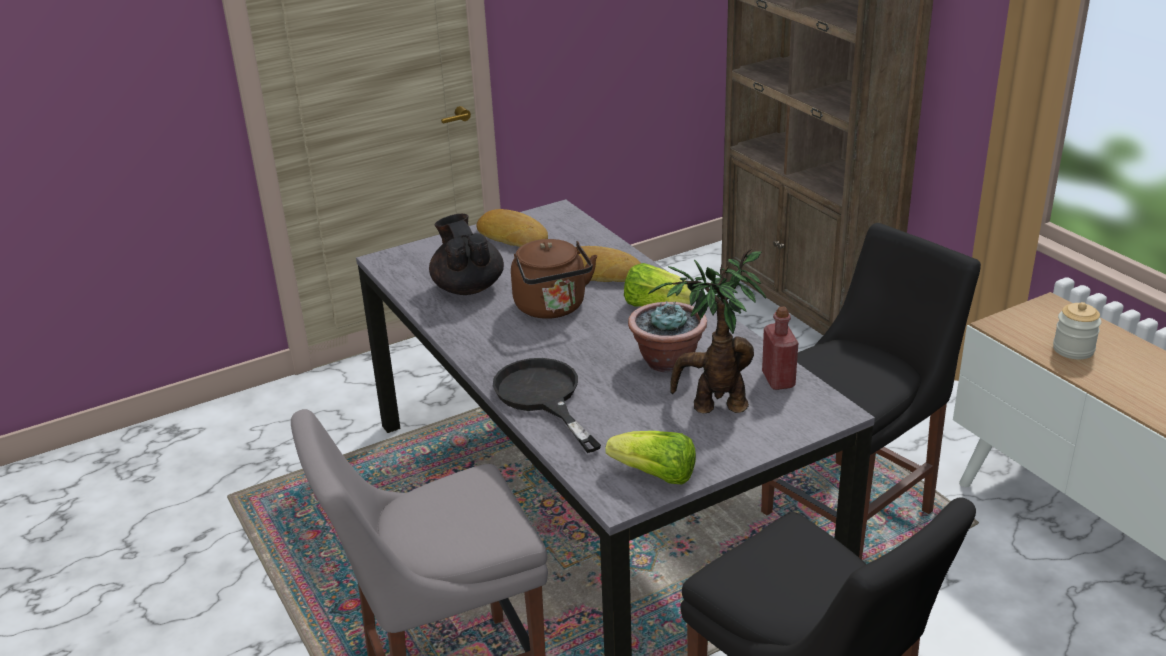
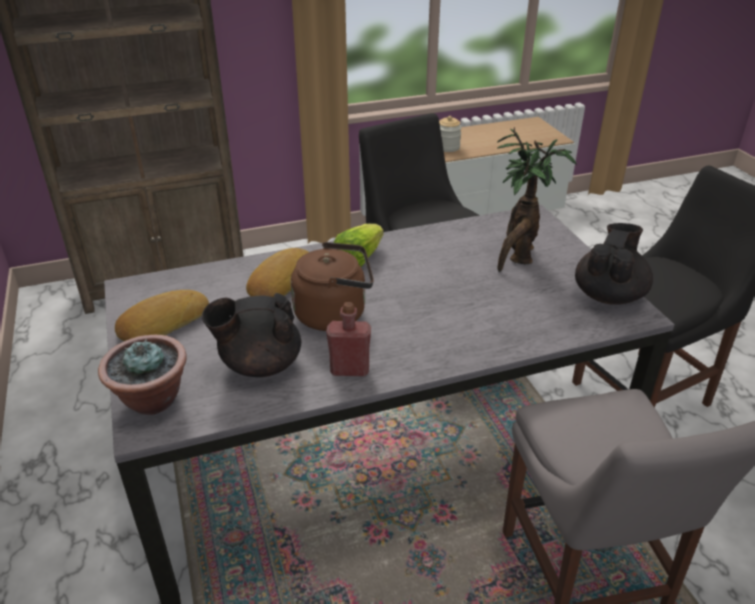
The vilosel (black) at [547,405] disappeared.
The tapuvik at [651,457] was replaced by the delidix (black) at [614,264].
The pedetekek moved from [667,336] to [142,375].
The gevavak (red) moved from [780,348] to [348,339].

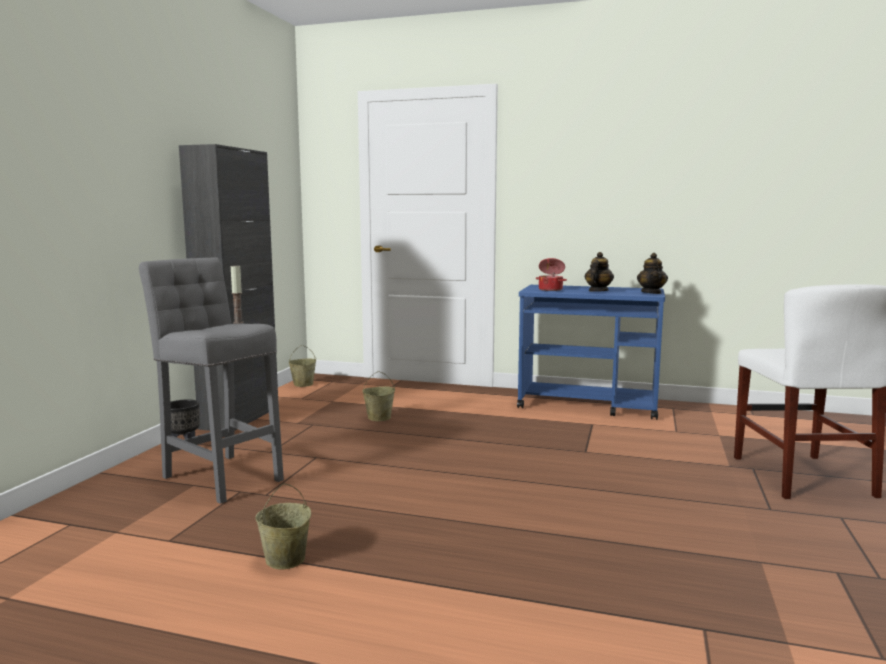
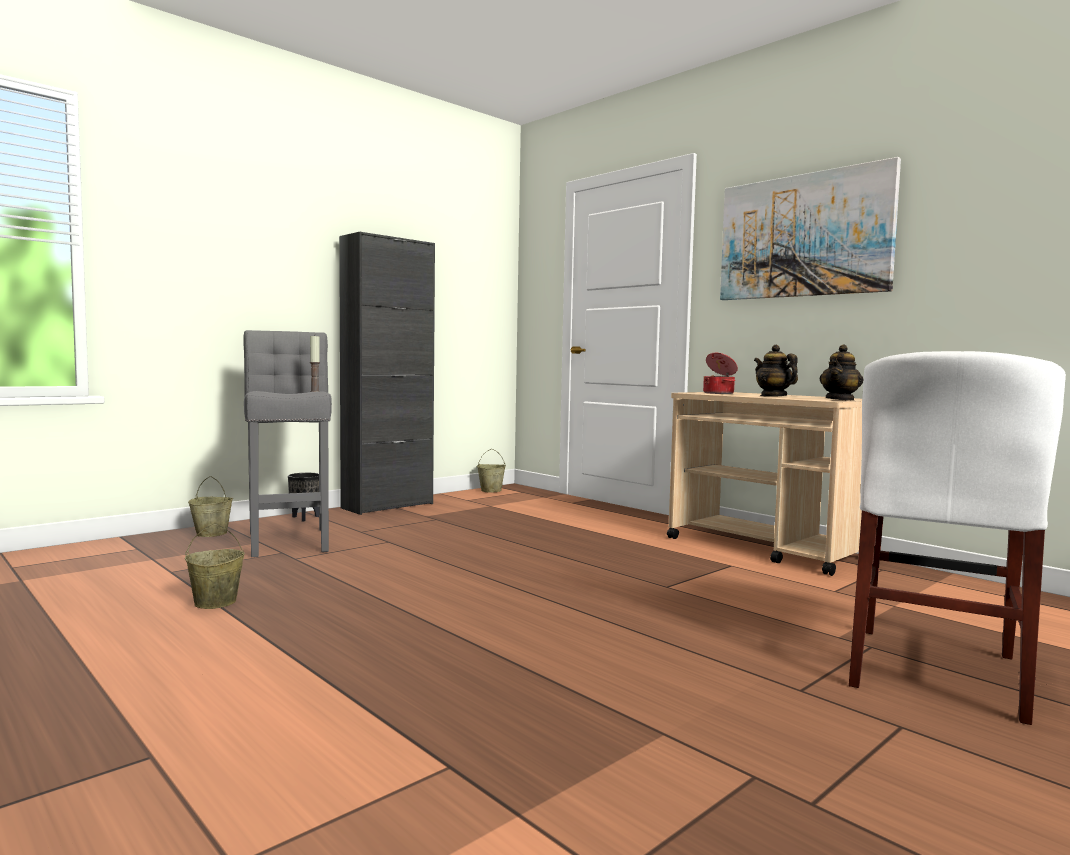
The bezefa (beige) moved from [379,396] to [210,506].
The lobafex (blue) at [591,352] became the lobafex (beige) at [764,484].
The delidix at [599,272] turned 90 degrees counterclockwise.
The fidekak at [810,228] appeared.

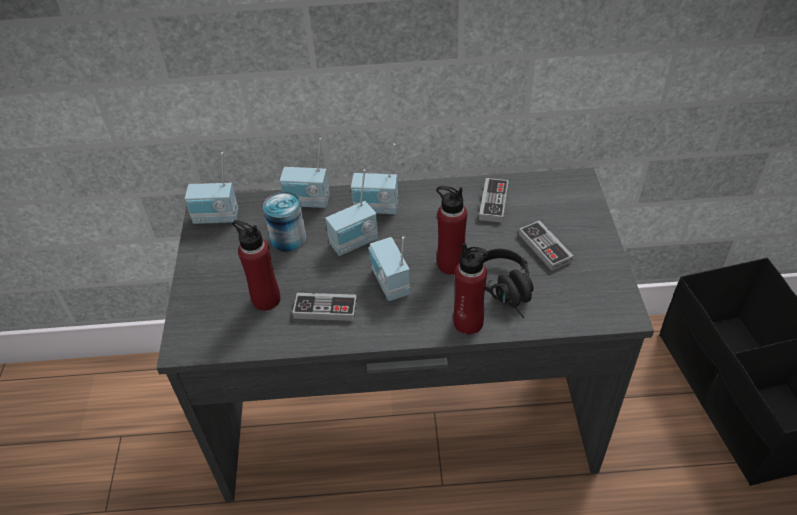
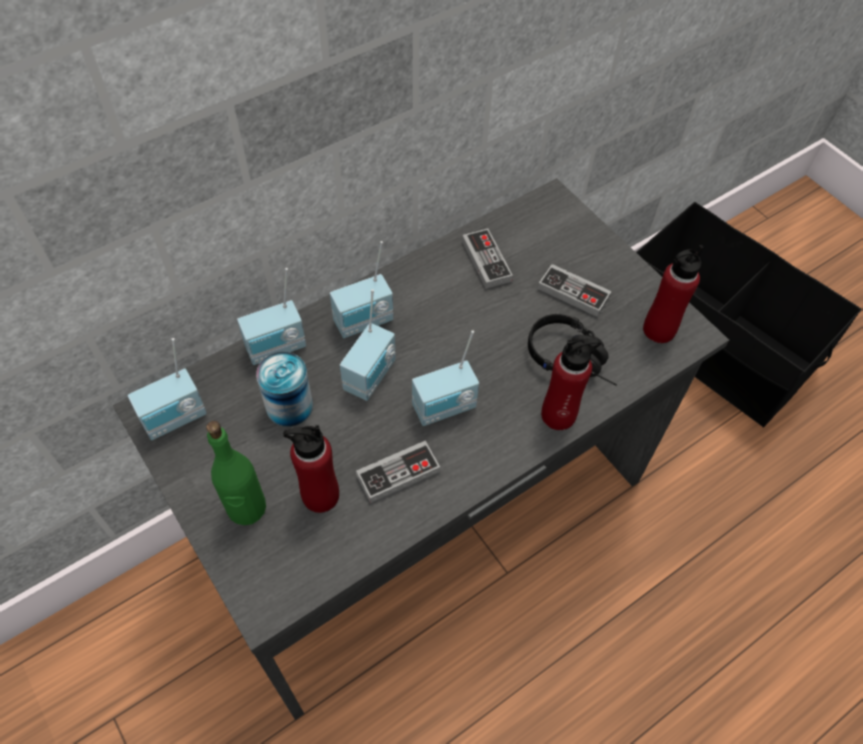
The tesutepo at [389,268] turned 60 degrees counterclockwise.
The gevavak (red) moved from [451,230] to [673,294].
The gevavak (green) at [236,473] appeared.

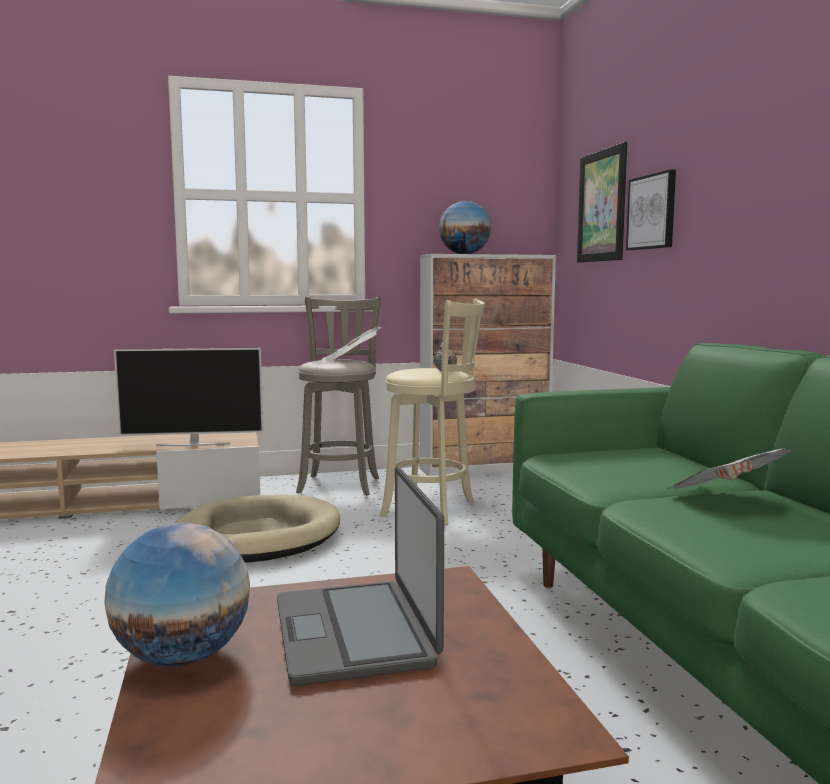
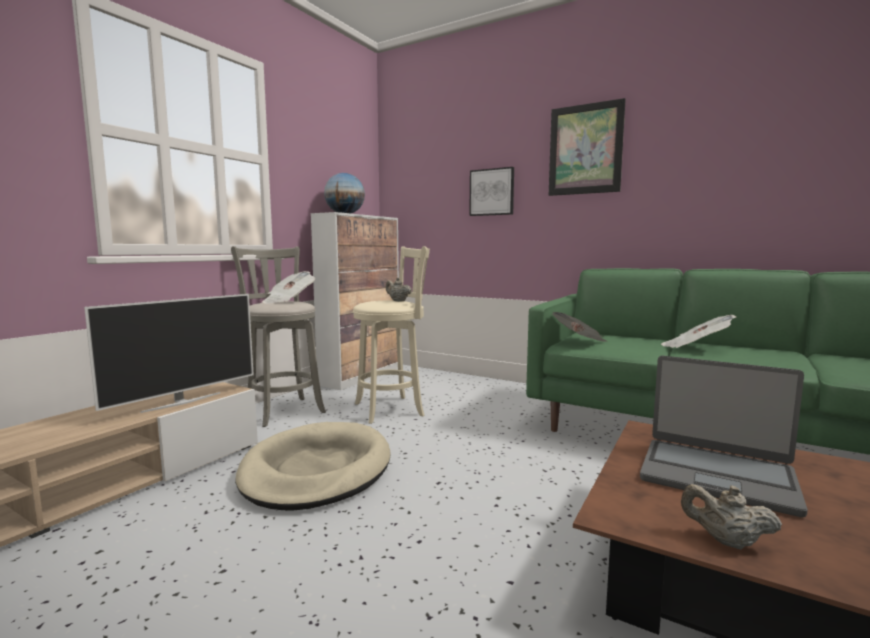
The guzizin at [177,595] was replaced by the delidix (beige) at [731,516].
The fidekak moved from [602,202] to [587,147].
The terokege at [579,327] appeared.

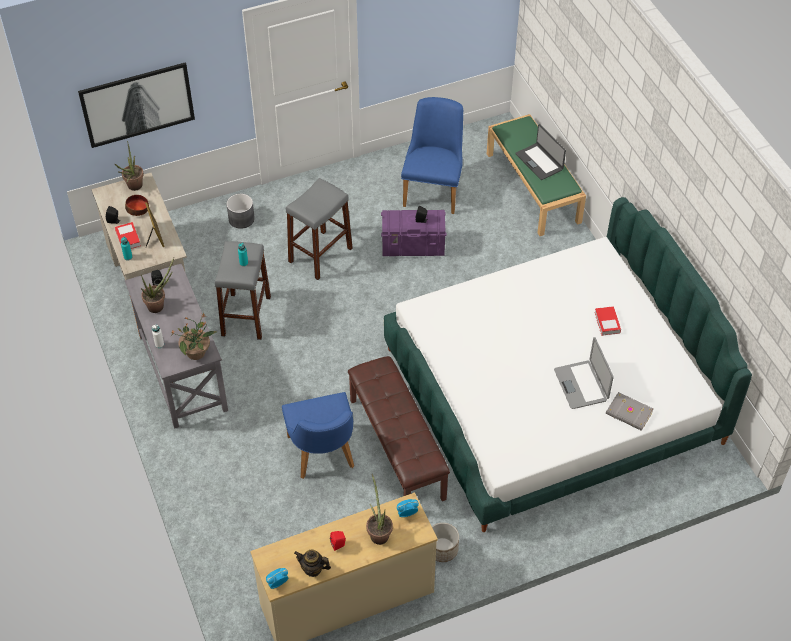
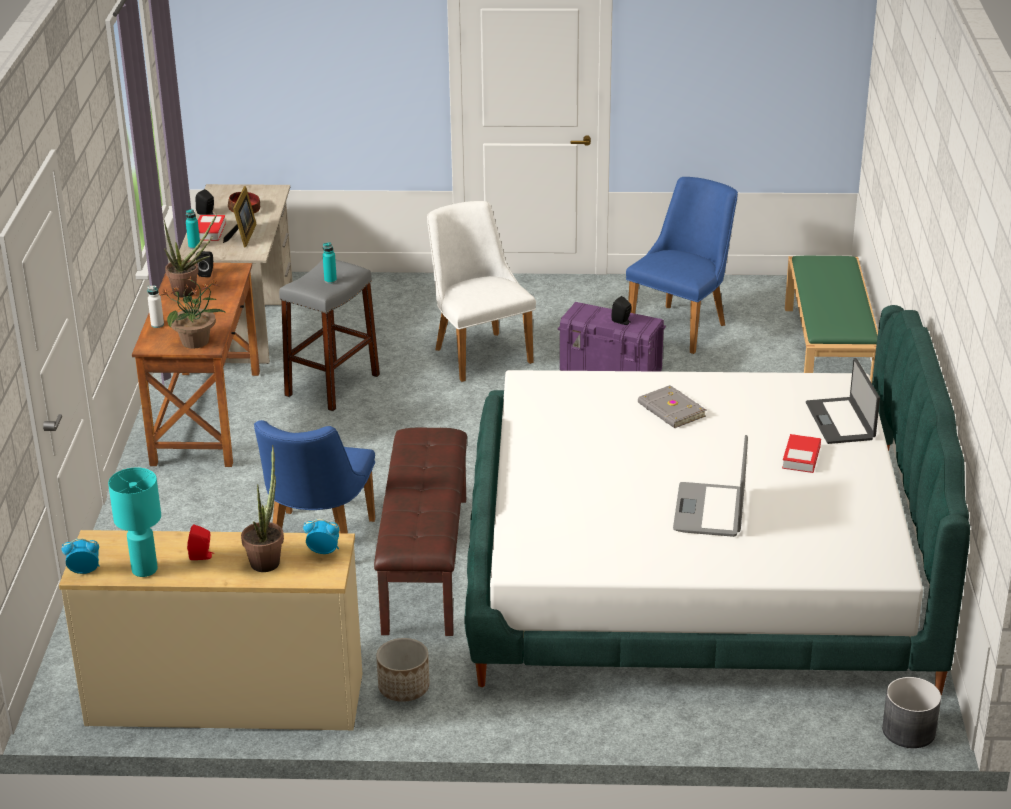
The fidekak at [136,105] disappeared.
The pedetekek at [129,166] disappeared.
The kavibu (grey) at [176,346] became the kavibu (brown) at [196,365].
The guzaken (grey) moved from [240,211] to [911,712].
The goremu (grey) at [319,229] was replaced by the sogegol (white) at [481,291].
The delidix at [312,563] was replaced by the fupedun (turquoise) at [134,522].
The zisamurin moved from [540,152] to [843,401].
The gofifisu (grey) moved from [630,411] to [672,406].

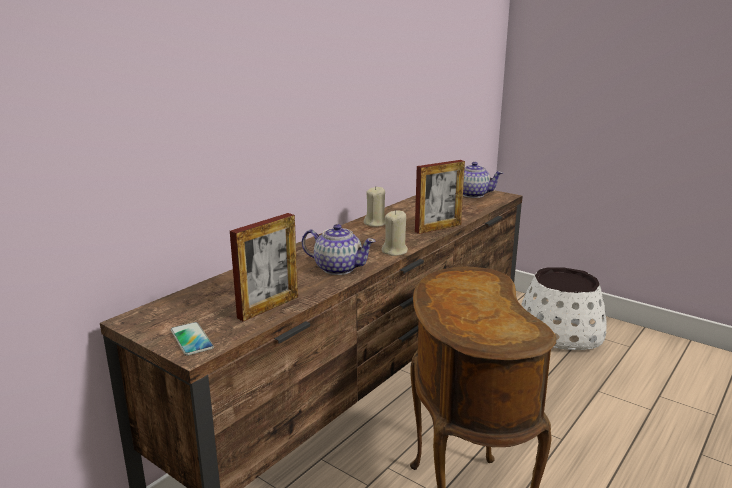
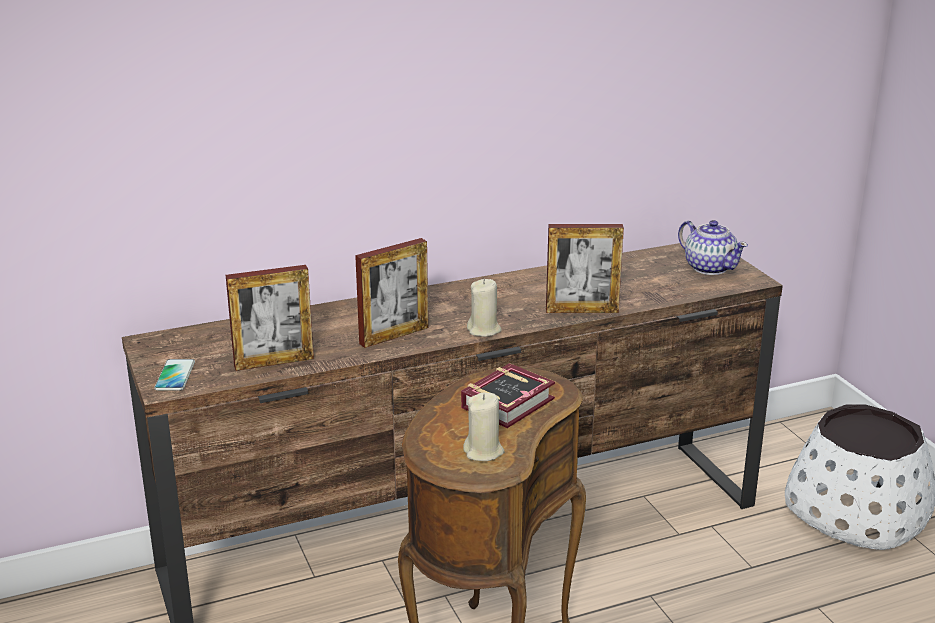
The delidix at [339,249] was replaced by the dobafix at [391,293].
The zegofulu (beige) moved from [375,207] to [483,427].
The gofifisu at [508,395] appeared.

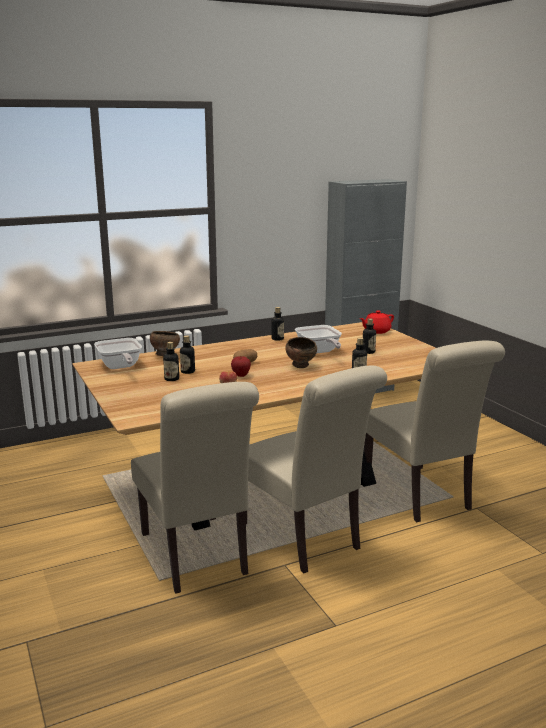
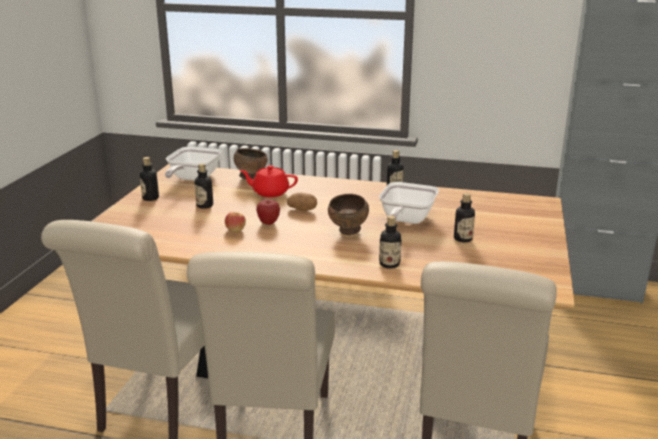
The gevavak moved from [187,354] to [149,179].
The delidix (red) moved from [377,322] to [269,181].

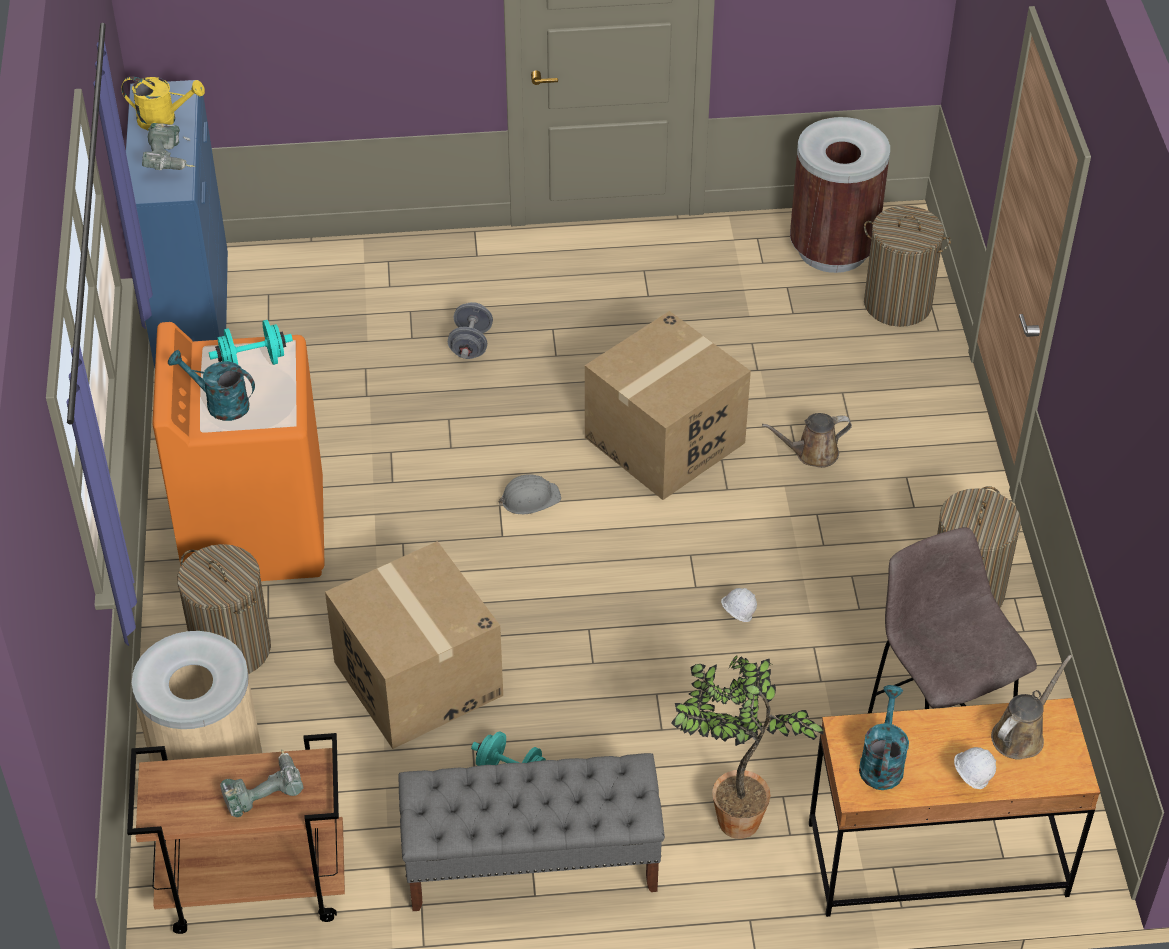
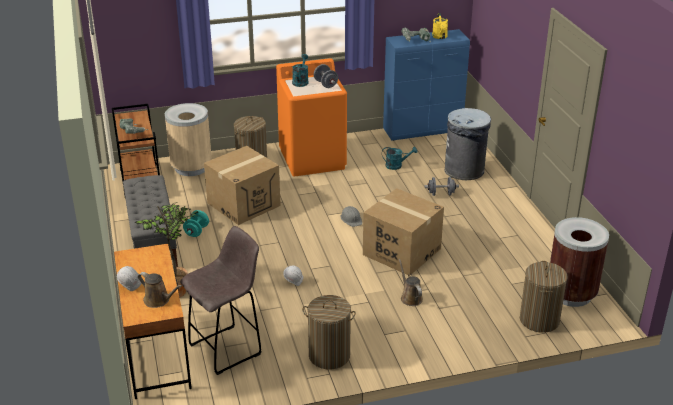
The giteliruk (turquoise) at [251,342] became the giteliruk (grey) at [326,76].
The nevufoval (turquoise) moved from [884,737] to [399,158].
The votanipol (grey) at [468,144] appeared.

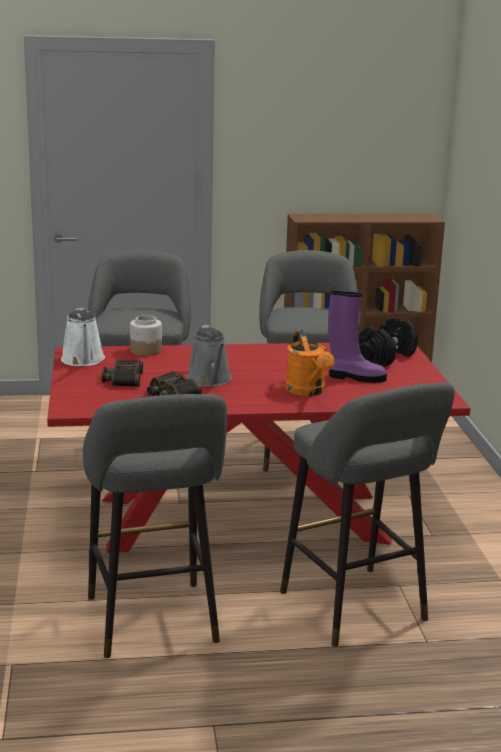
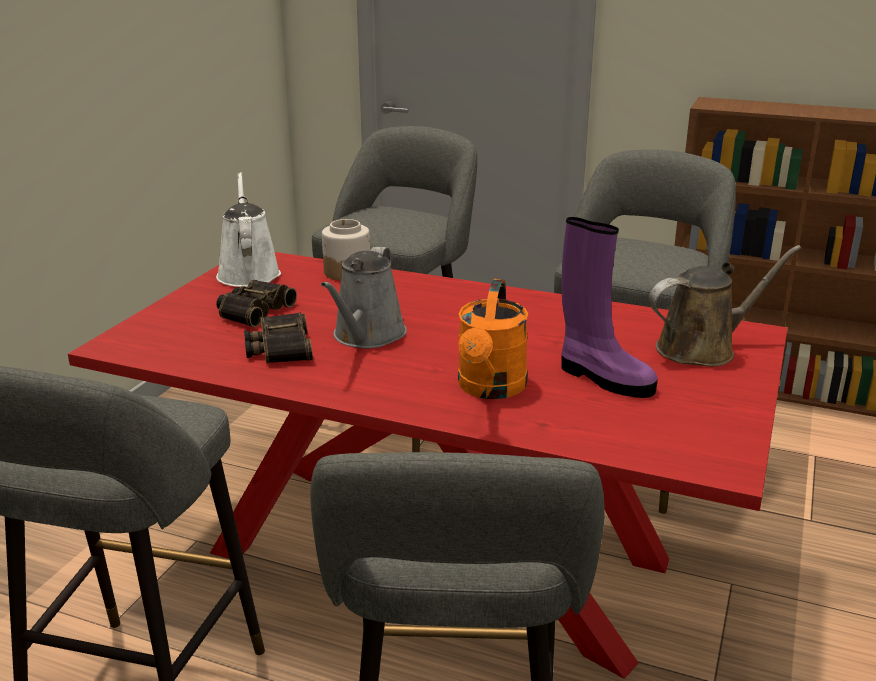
The nevufoval (white) at [83,337] turned 150 degrees clockwise.
The giteliruk (black) at [388,342] was replaced by the nevufoval (brown) at [725,305].

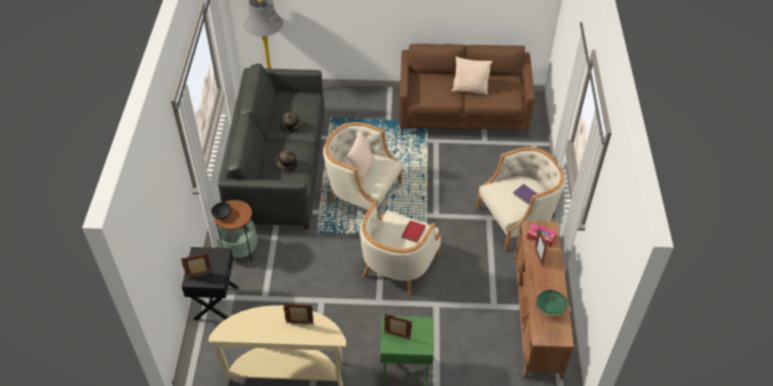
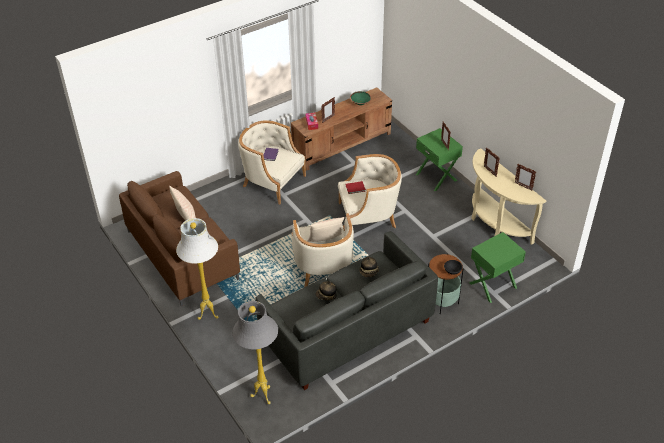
The dobafix moved from [197,265] to [525,177].
The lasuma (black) at [210,283] became the lasuma (green) at [497,267].
The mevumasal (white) at [197,269] appeared.

